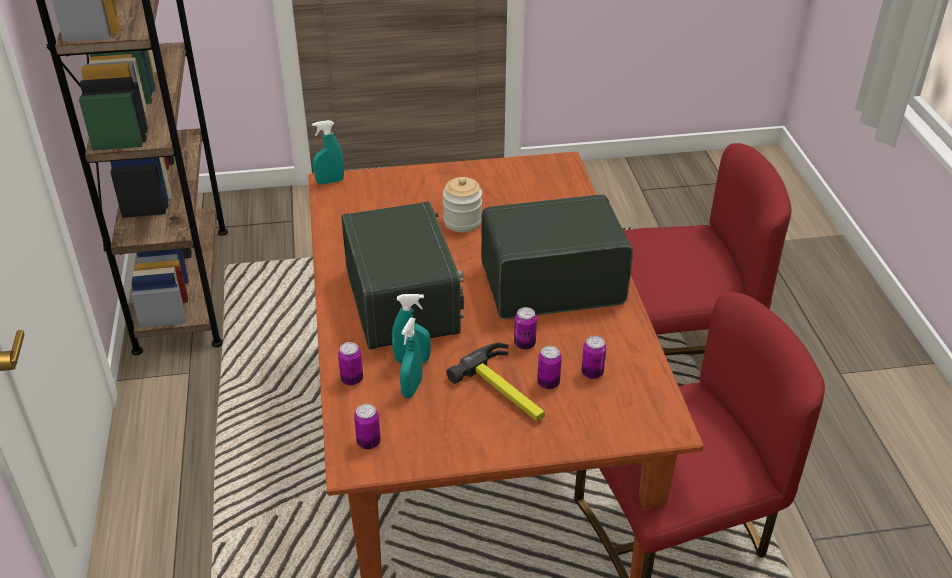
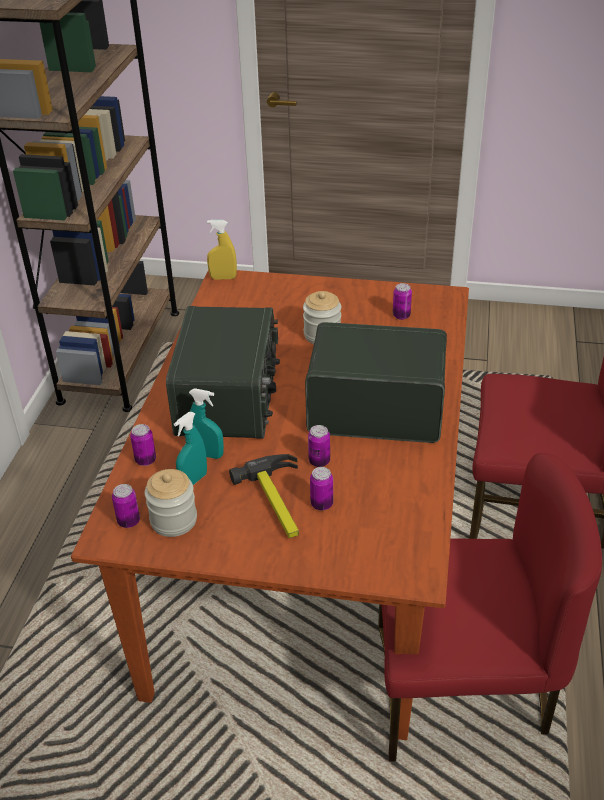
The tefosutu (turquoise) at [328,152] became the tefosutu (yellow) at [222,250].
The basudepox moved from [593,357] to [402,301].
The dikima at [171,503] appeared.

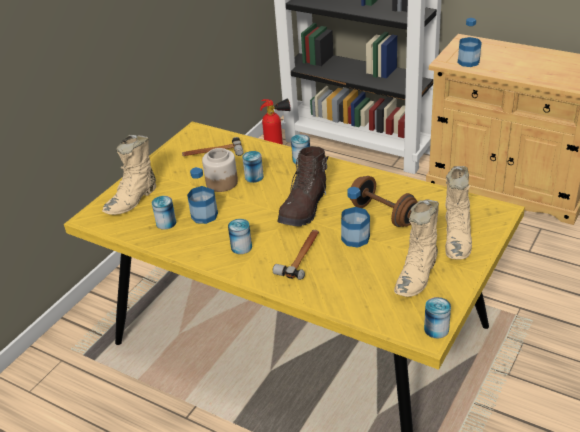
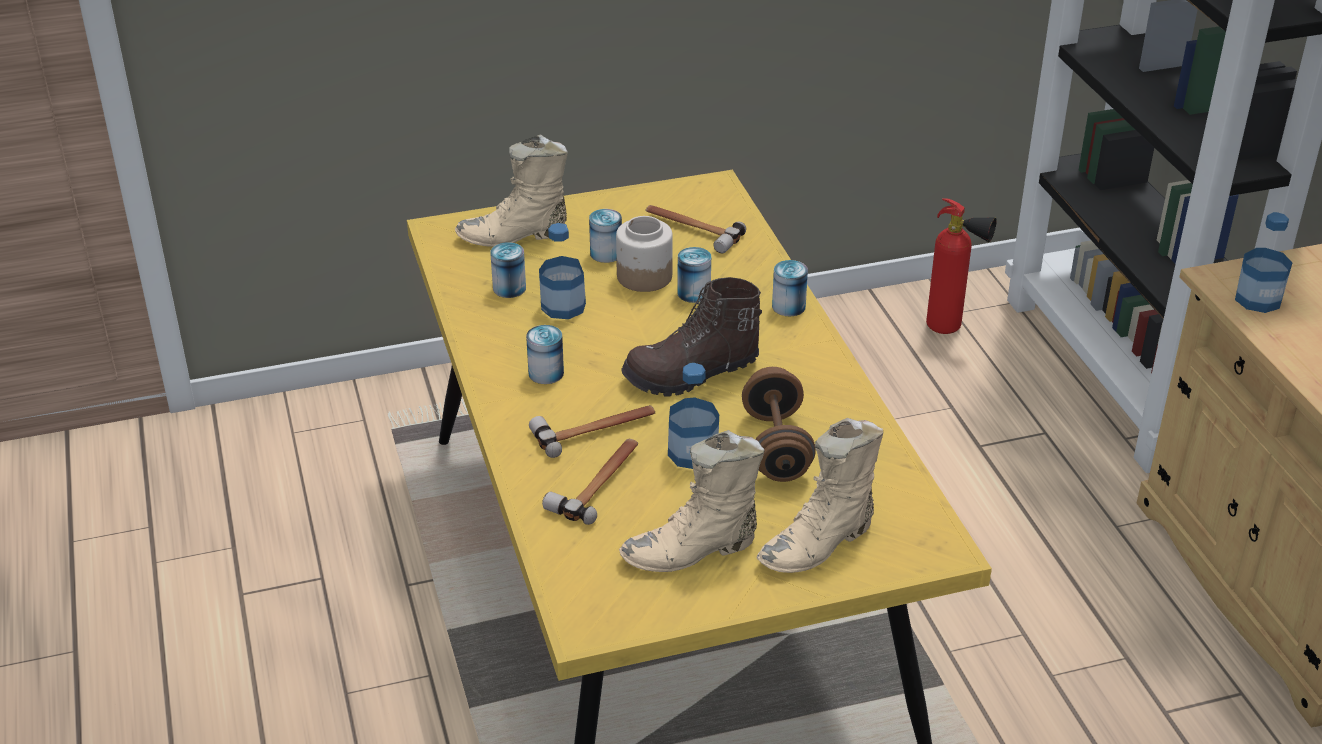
The basudepox moved from [437,317] to [605,236].
The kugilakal at [590,482] appeared.

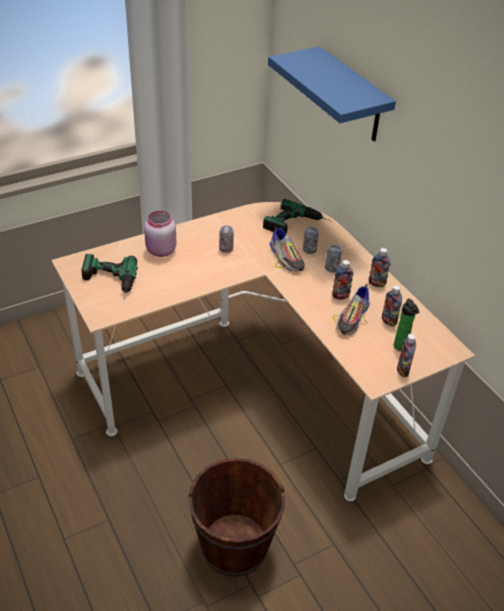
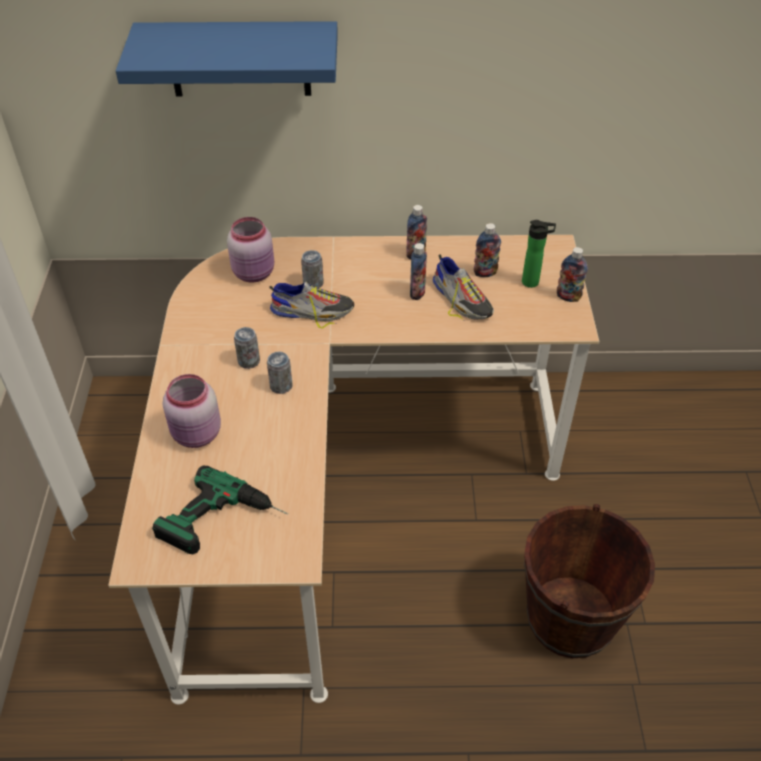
The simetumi at [297,216] was replaced by the dikima (pink) at [250,249].
The basudepox moved from [333,259] to [280,373].

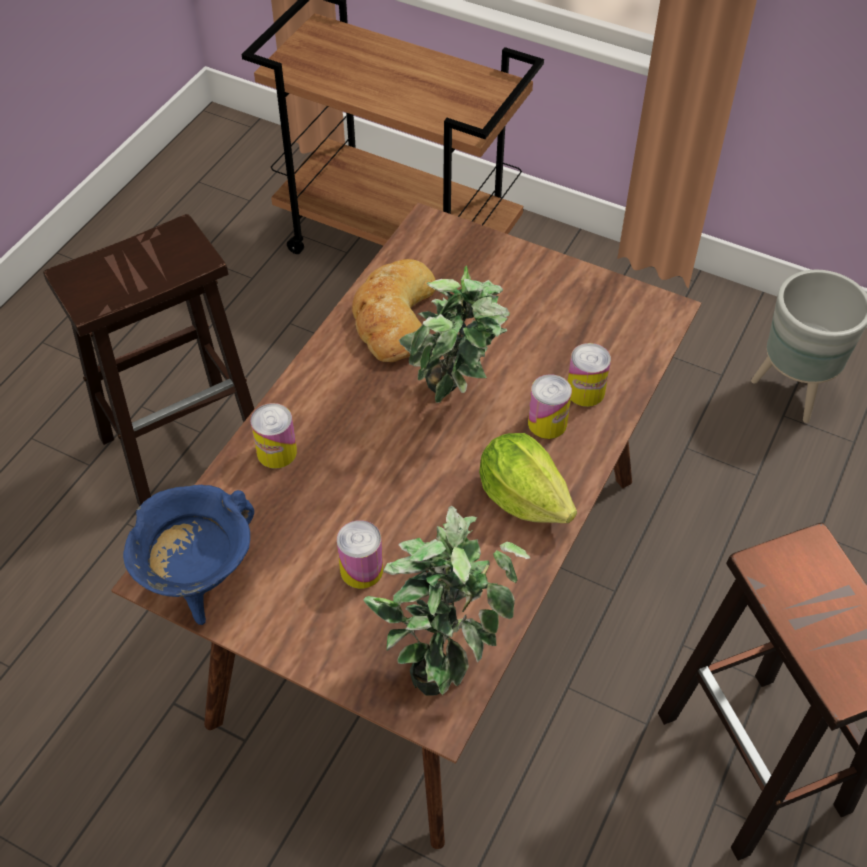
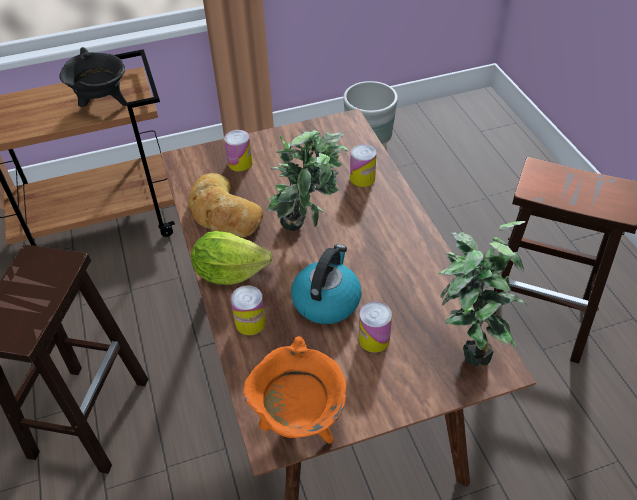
The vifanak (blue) at [188,554] became the vifanak (orange) at [294,390].
The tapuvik moved from [528,478] to [232,258].
The basudepox moved from [550,406] to [238,151].
The vifanak (black) at [93,77] appeared.
The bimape at [326,284] appeared.

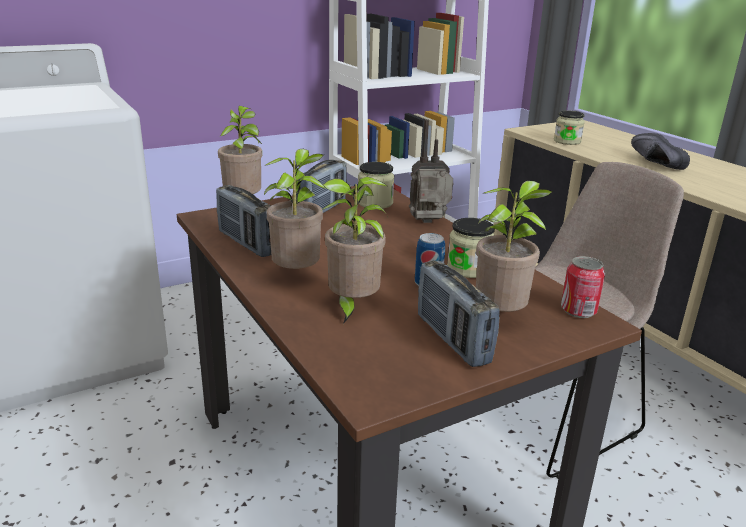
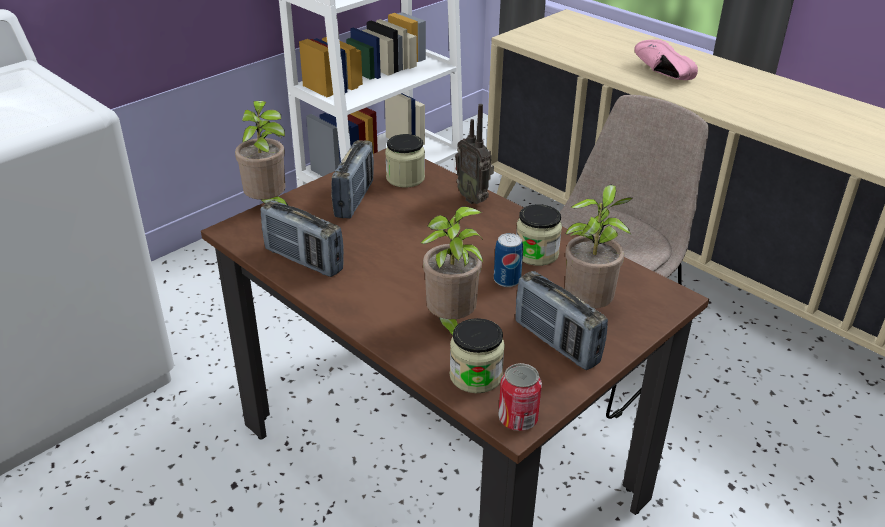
The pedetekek at [295,209] disappeared.
The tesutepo at [431,171] turned 105 degrees counterclockwise.
The dikima moved from [569,128] to [477,355].
The basudepox moved from [583,287] to [520,397].
The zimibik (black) at [660,151] became the zimibik (pink) at [666,59].

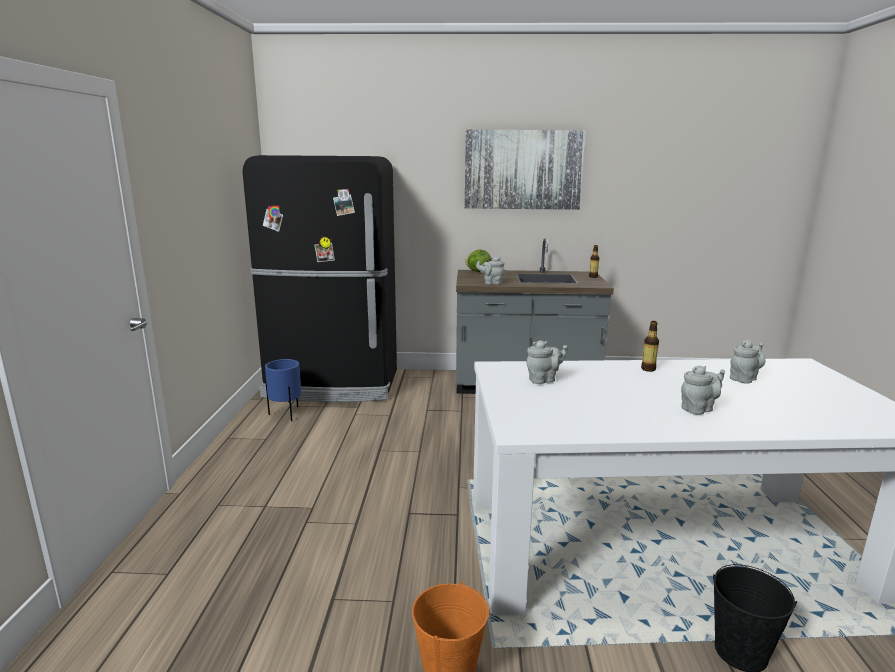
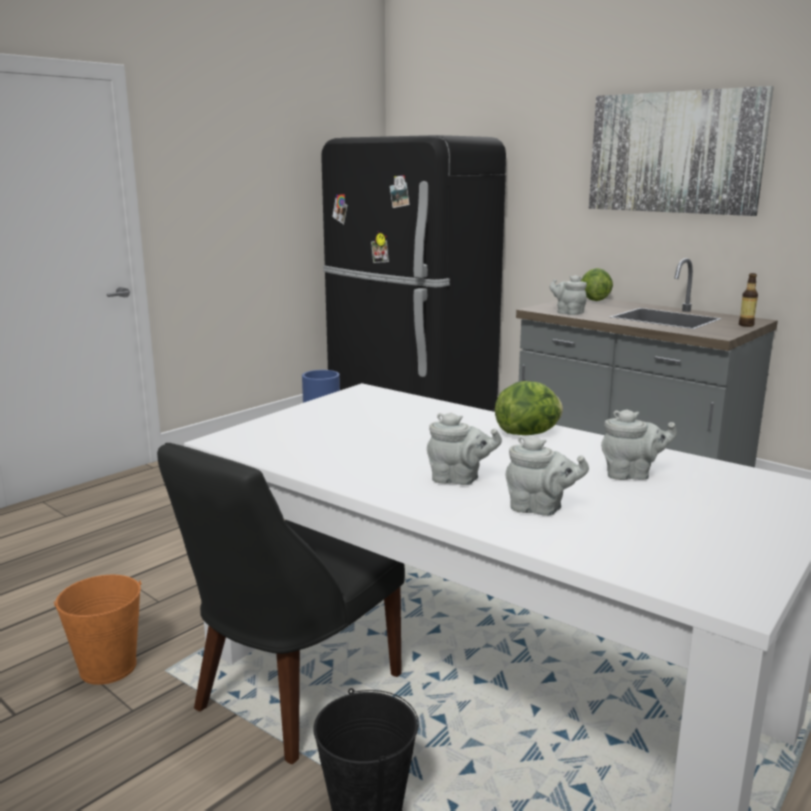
The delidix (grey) moved from [547,362] to [547,476].
The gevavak at [650,346] was replaced by the tapuvik at [529,408].
The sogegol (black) at [281,603] appeared.

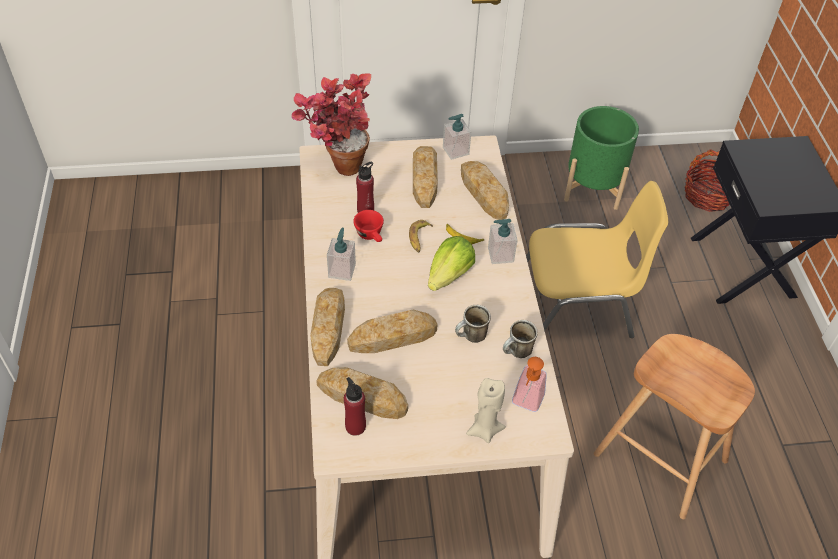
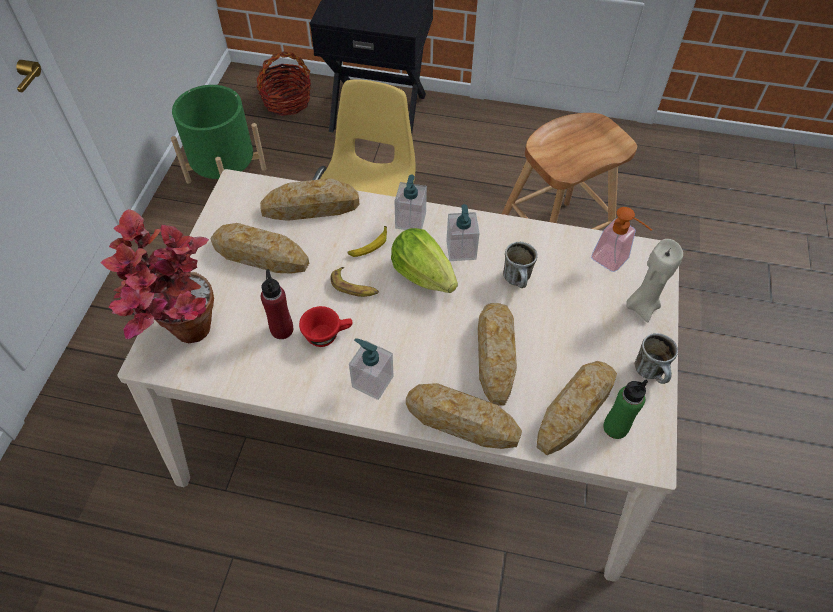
The gevavak (red) at [355,406] became the gevavak (green) at [625,409].
The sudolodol moved from [457,137] to [463,232].
The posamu moved from [520,339] to [656,358].

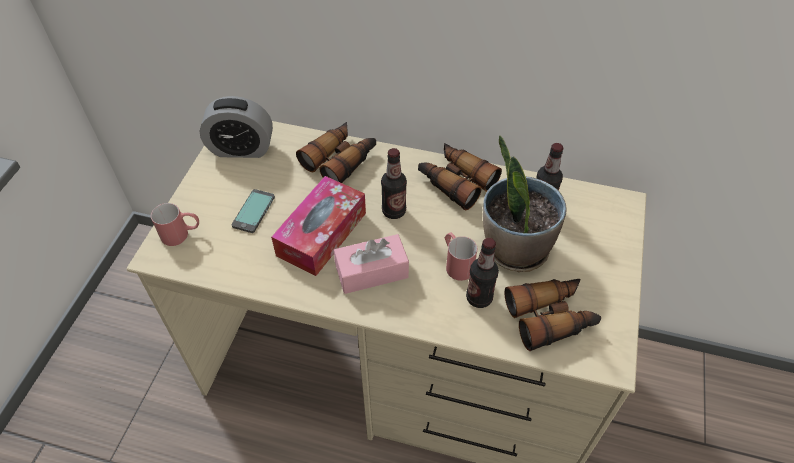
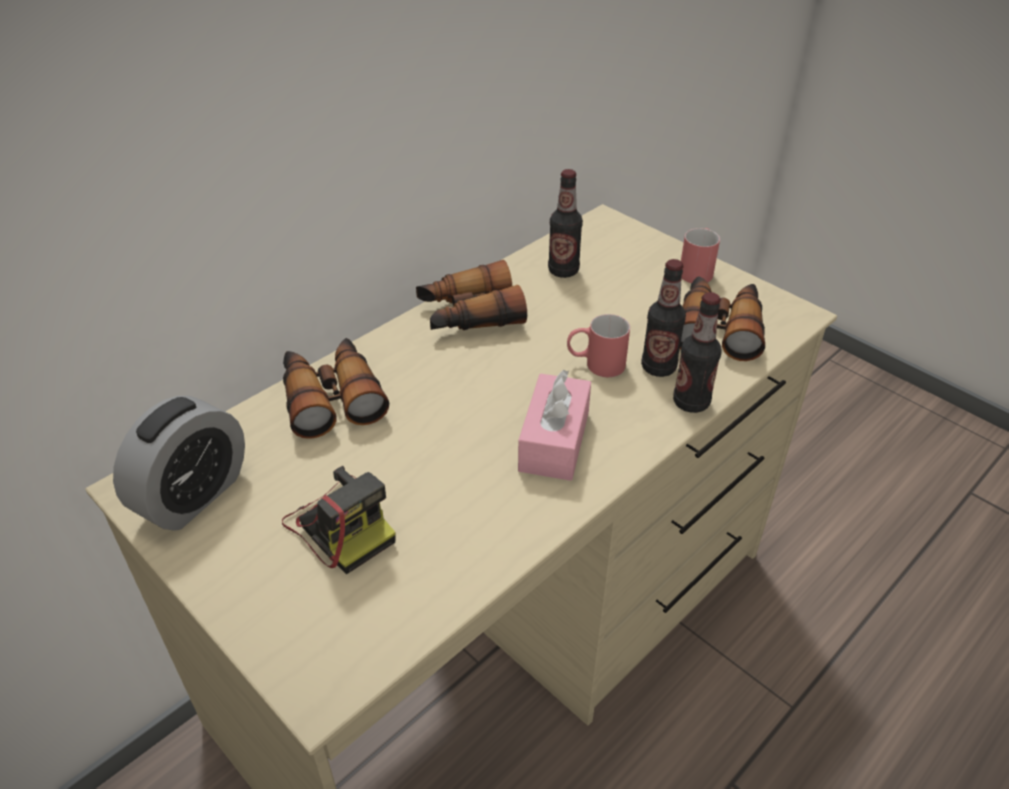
The posamu (red) moved from [175,224] to [700,255].
The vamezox at [253,211] was replaced by the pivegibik at [339,520].
The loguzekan at [318,226] disappeared.
The gevavak moved from [394,183] to [697,352].
The pedetekek at [525,204] disappeared.

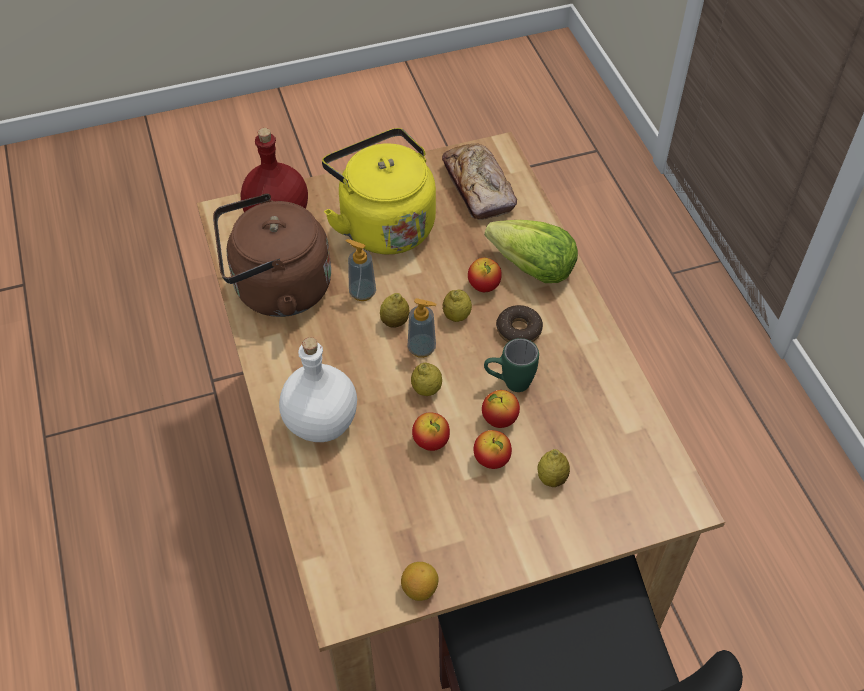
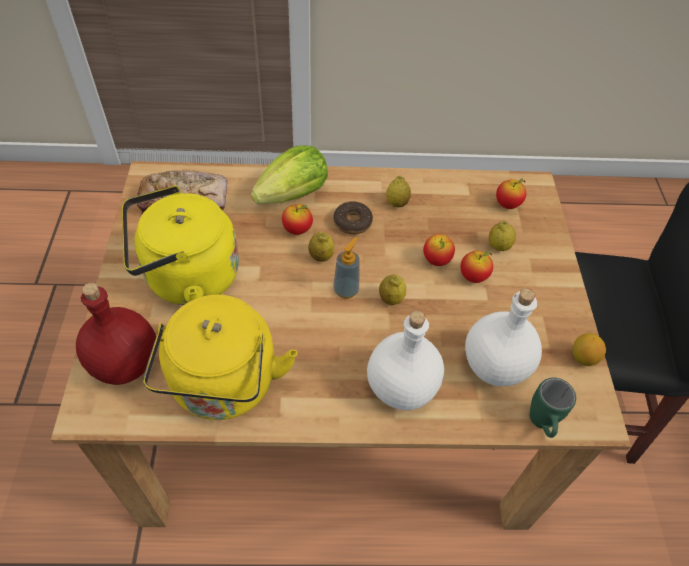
The bimape (brown) at [272,255] became the bimape (yellow) at [220,357].
The sudolodol at [361,270] disappeared.
The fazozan moved from [395,310] to [398,191].
The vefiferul moved from [431,431] to [511,193].
The posamu (green) moved from [511,365] to [553,408].
The gevavak (white) at [503,337] appeared.

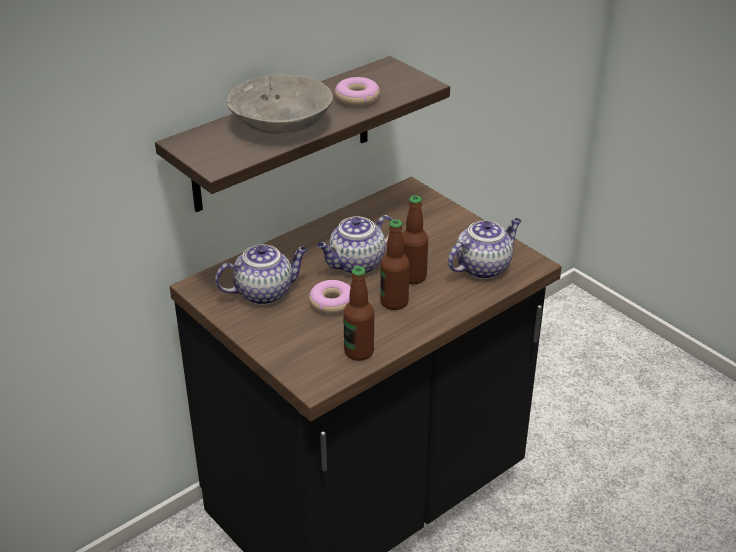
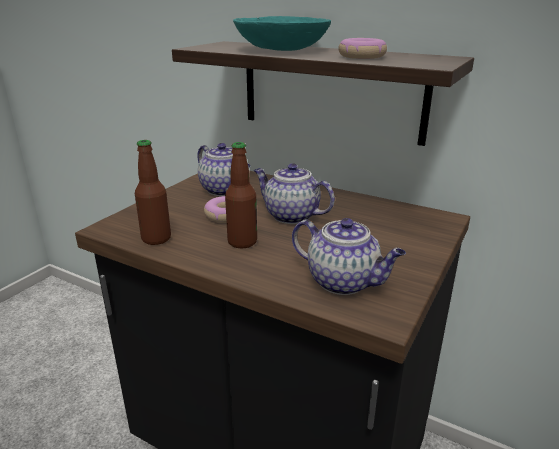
The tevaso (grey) at [280,104] became the tevaso (turquoise) at [282,33].
The gevavak at [415,239] disappeared.

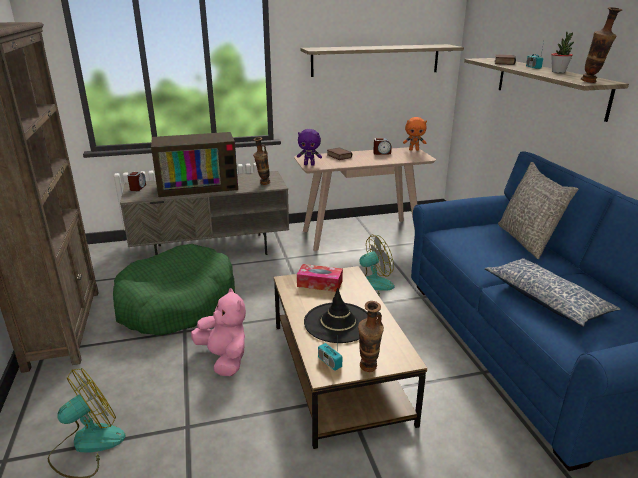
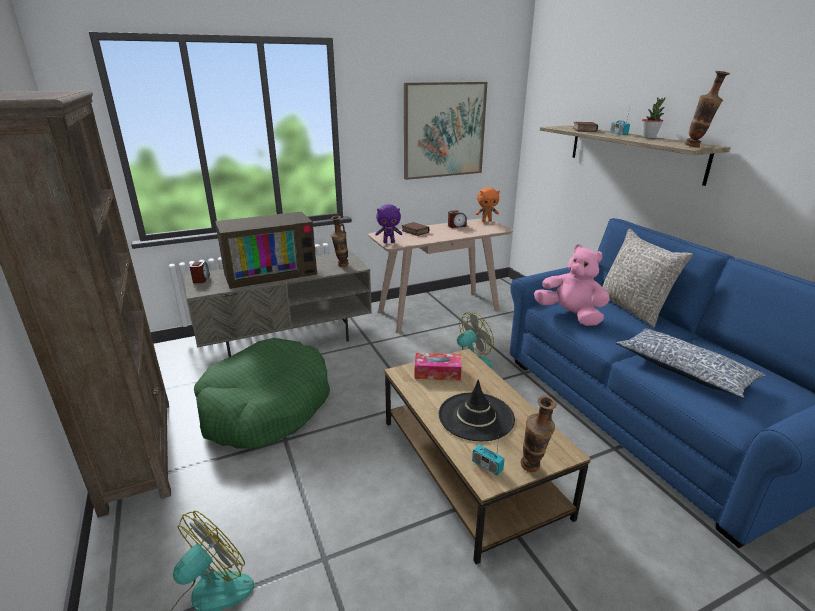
The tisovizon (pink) moved from [218,332] to [572,285].
The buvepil at [382,60] was replaced by the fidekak at [445,131].

